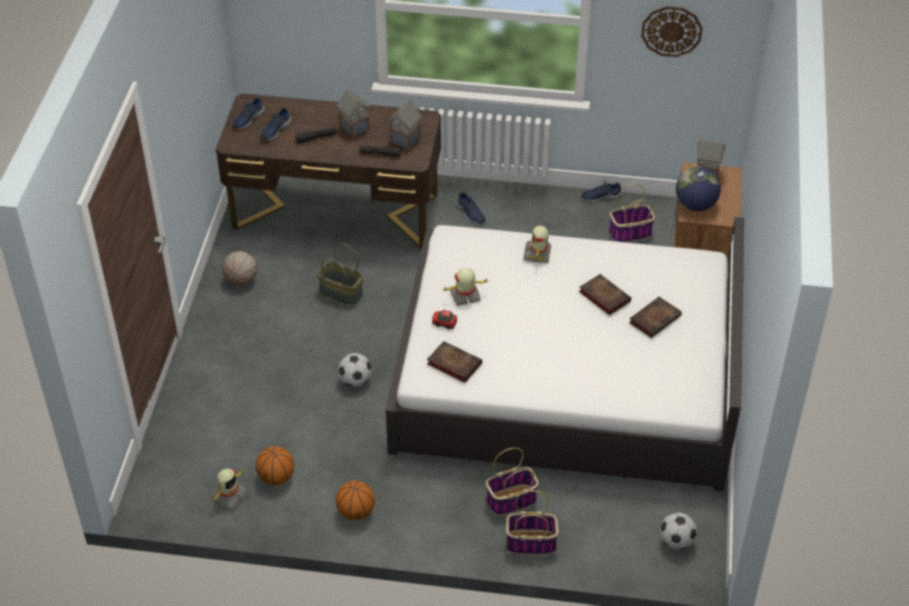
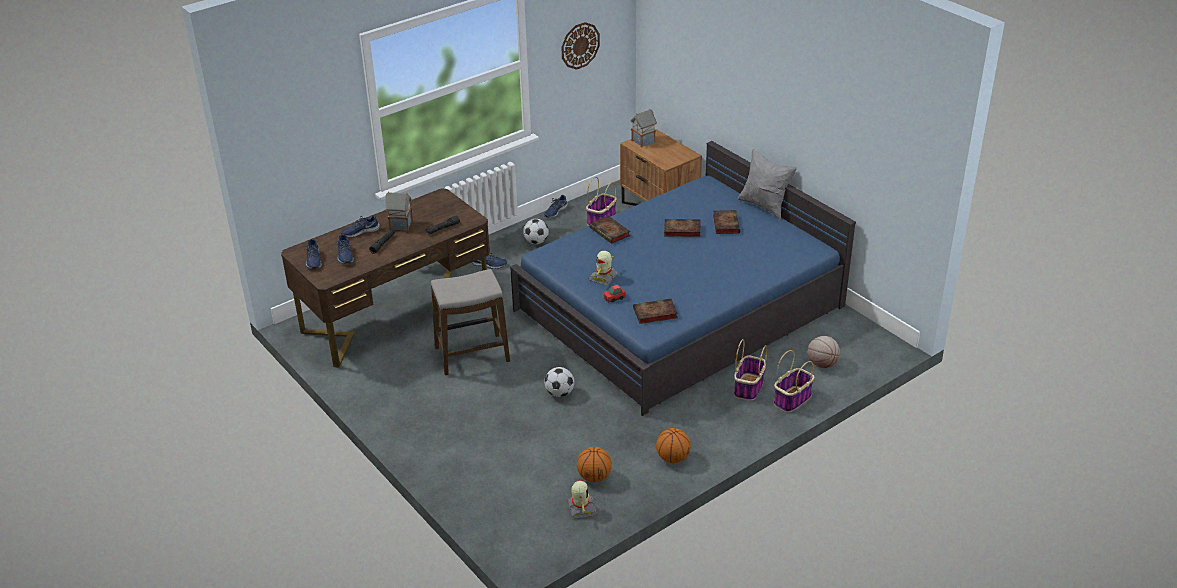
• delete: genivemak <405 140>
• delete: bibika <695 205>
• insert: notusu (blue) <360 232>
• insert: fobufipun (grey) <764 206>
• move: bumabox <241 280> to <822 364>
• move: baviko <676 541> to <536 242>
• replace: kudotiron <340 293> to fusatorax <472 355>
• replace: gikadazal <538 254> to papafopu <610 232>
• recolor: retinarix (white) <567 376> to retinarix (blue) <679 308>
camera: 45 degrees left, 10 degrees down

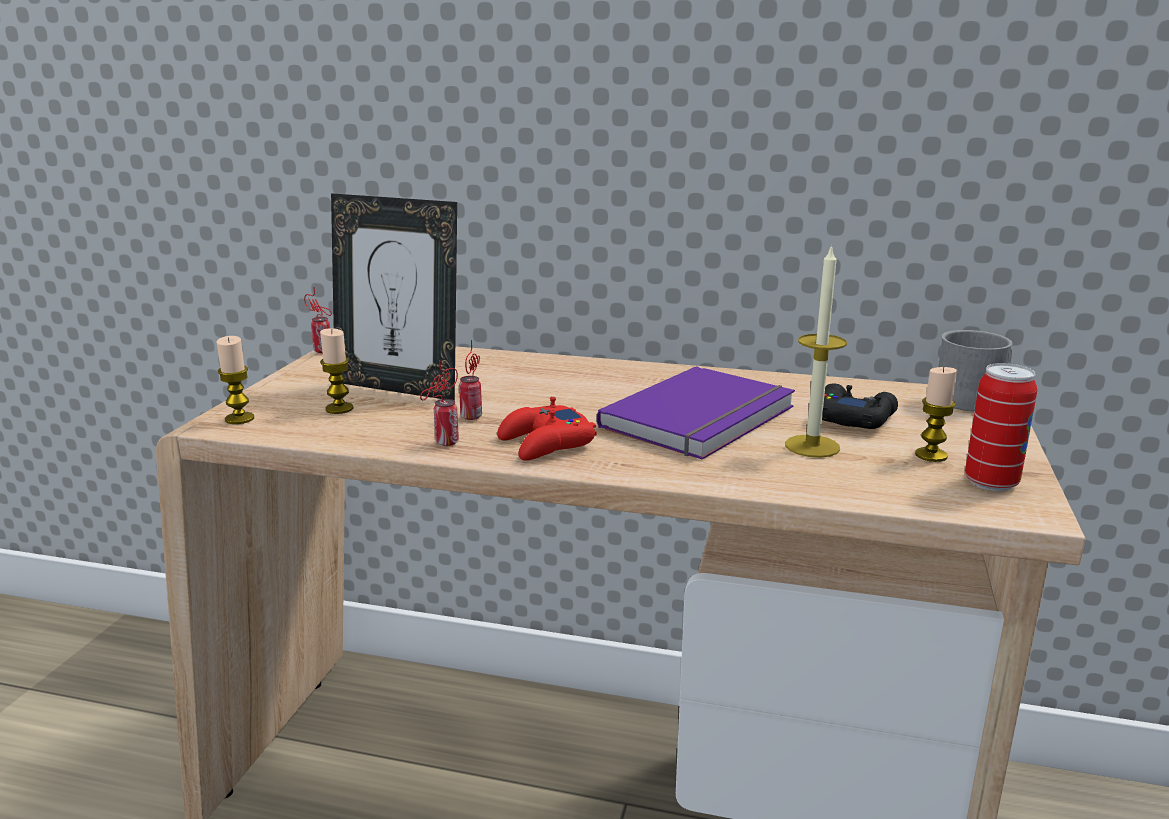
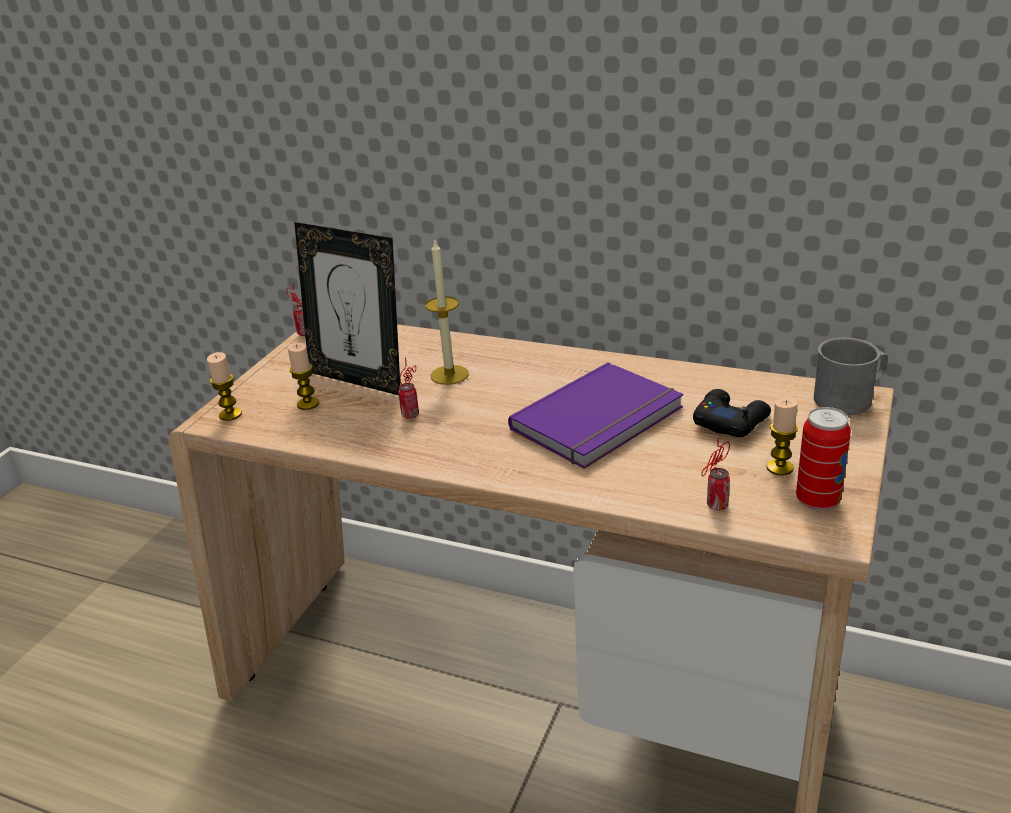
• delete: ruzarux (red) <545 443>
• move: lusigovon <444 444> to <715 507>
• move: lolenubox <812 446> to <449 375>
camera: 10 degrees right, 10 degrees up

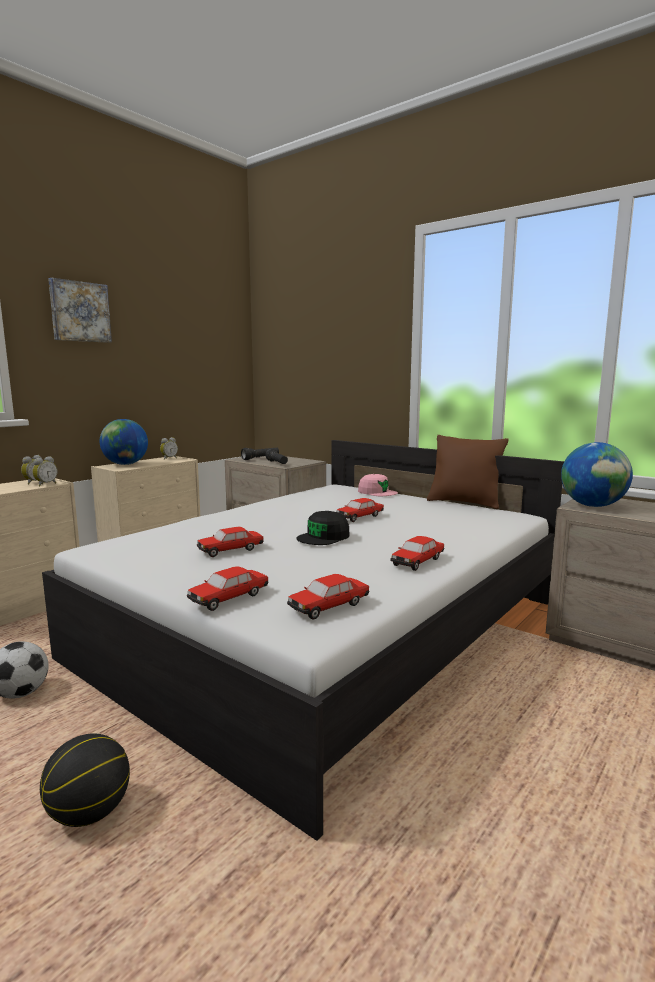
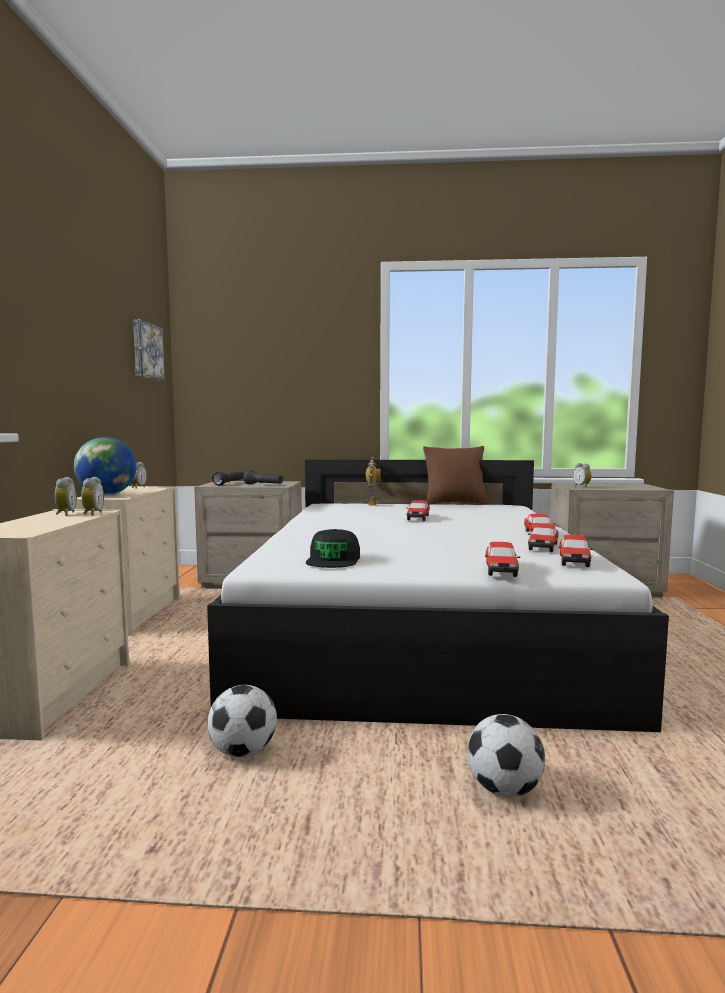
• move: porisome <79 312> to <146 351>
• move: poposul <230 550> to <543 546>
• move: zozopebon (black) <324 537> to <333 560>
• replace: bumabox <90 813> to baviko <504 789>
• replace: zozopebon (pink) <377 492> to gikadazal <372 504>
• replace: bibika <592 506> to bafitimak <582 487>
camera: 35 degrees left, 5 degrees down

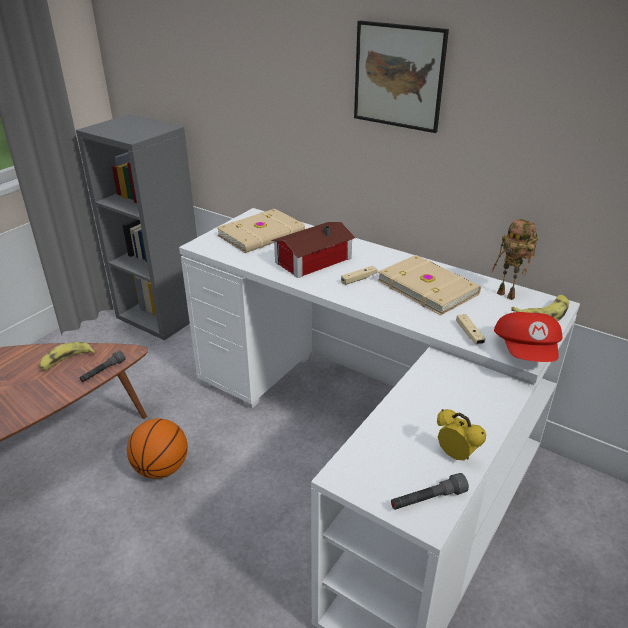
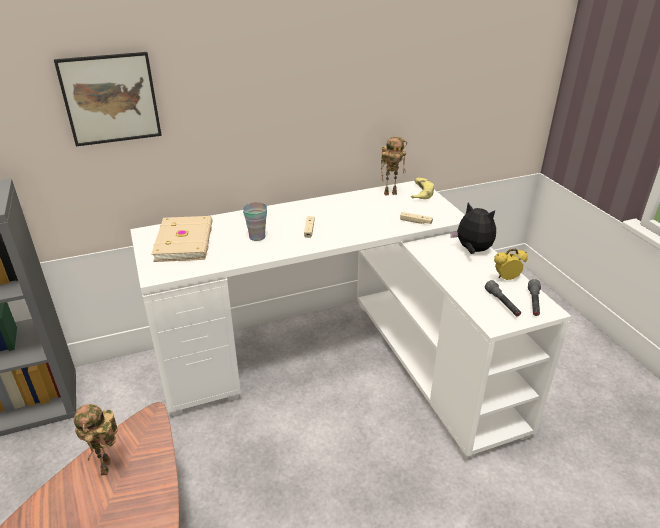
• delete: bumabox <161 468>
• delete: papafopu (beige) <428 287>
• delete: zozopebon (red) <526 352>
• insert: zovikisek <472 250>
• move: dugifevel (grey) <103 372> to <502 304>
• move: porisome <398 76> to <110 99>
• replace: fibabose <67 361> to gikadazal <108 468>
• replace: genivemak <310 260> to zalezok <257 237>
camera: 55 degrees left, 0 degrees up

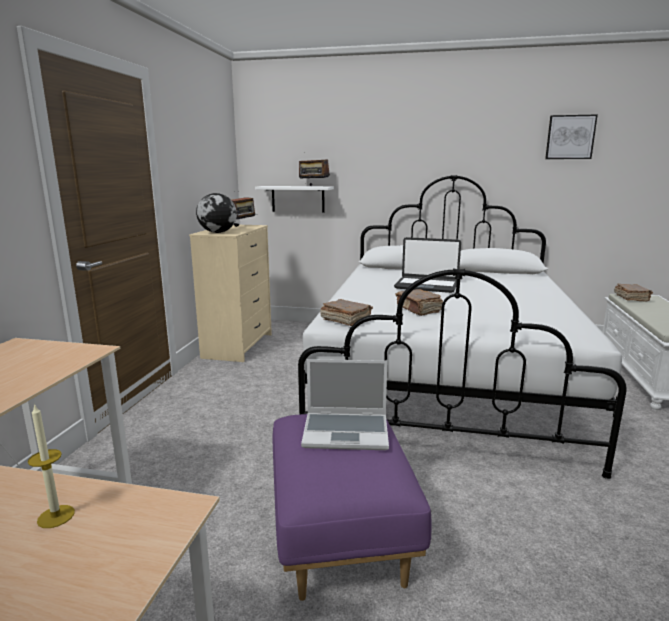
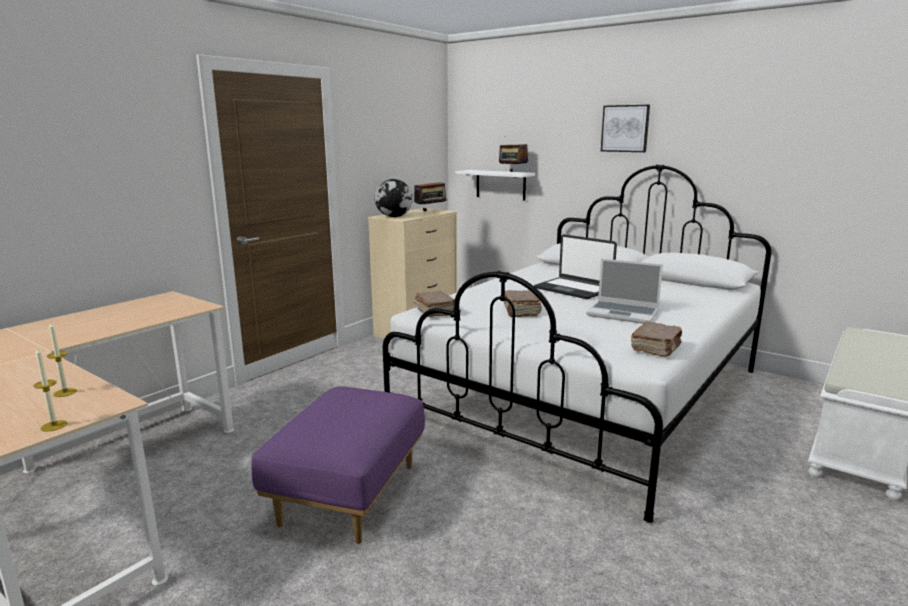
• insert: lolenubox <54 426>
• move: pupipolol <347 432> to <623 313>
• move: porisome <570 137> to <625 128>
• move: papafopu (brown) <631 298> to <656 348>
camera: 25 degrees right, 0 degrees up

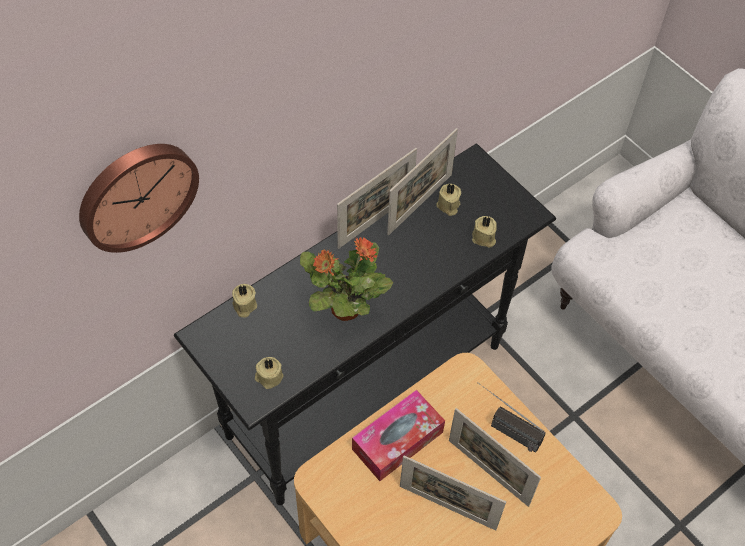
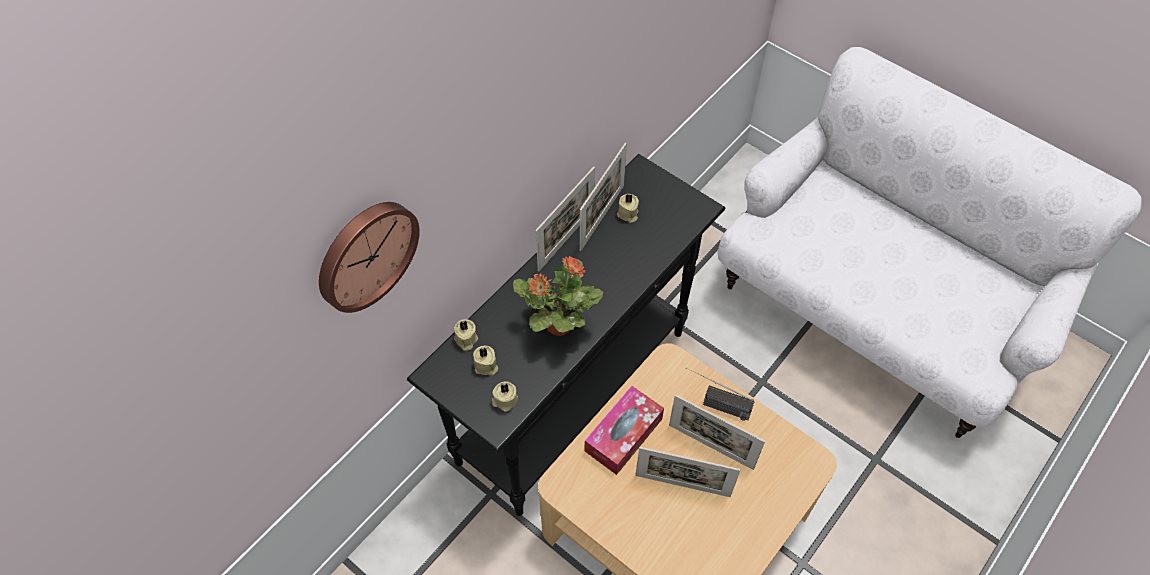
• move: lolenubox (beige) <483 238> to <486 366>
camera: 10 degrees left, 0 degrees up

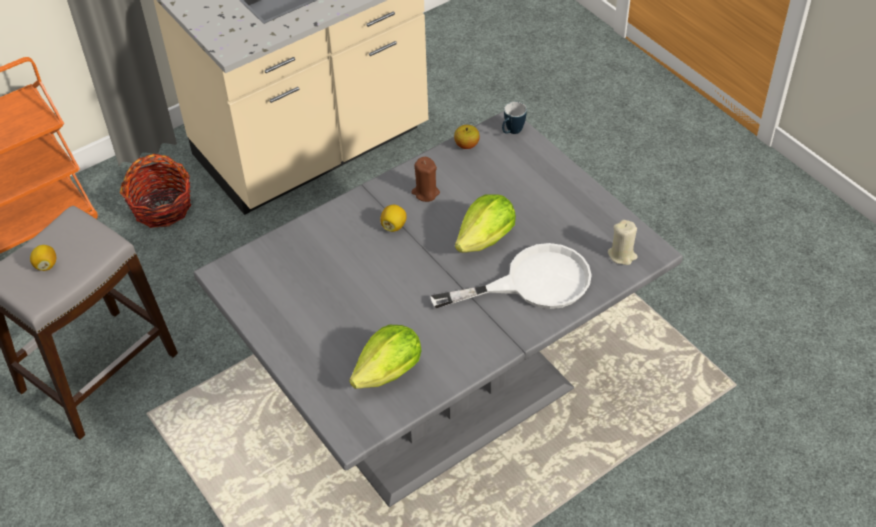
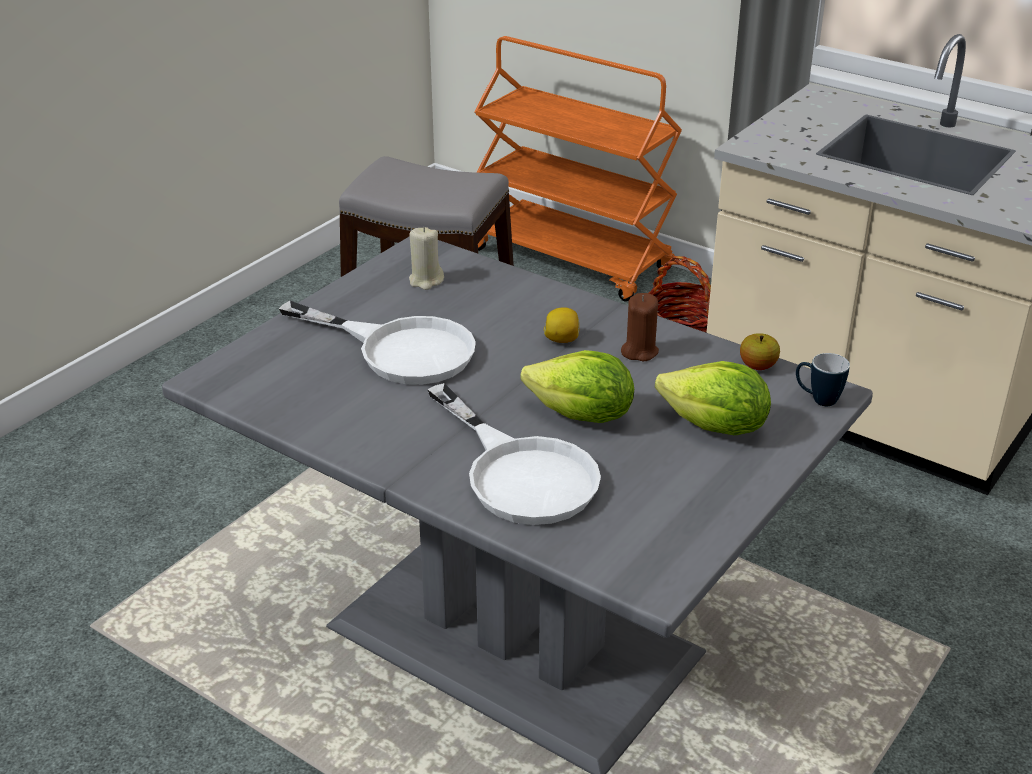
• delete: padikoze <46 265>
• insert: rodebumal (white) <399 349>
• move: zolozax <389 372> to <715 427>
• move: lolenubox (beige) <622 255> to <426 280>
camera: 70 degrees right, 15 degrees down

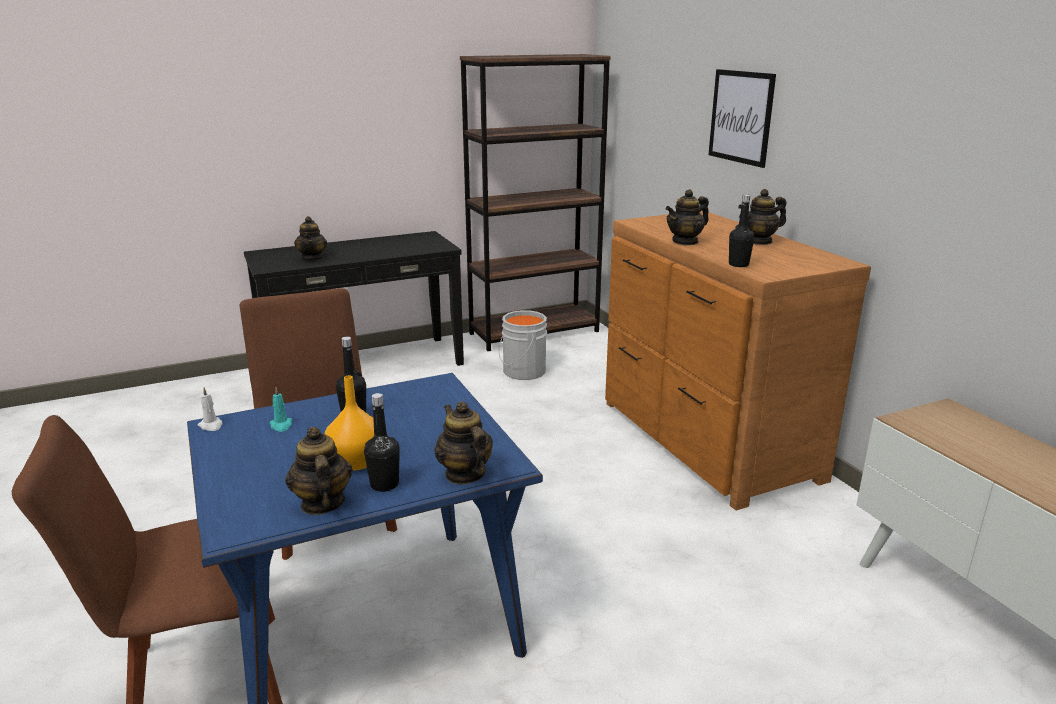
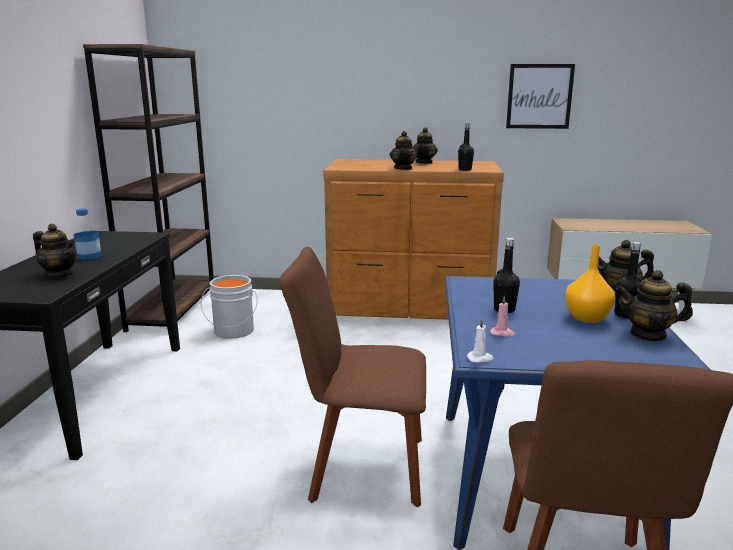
• insert: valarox <89 256>
• move: porisome <741 117> to <539 96>
• recolor: lolenubox (turquoise) <281 425> to lolenubox (pink) <502 333>
camera: 60 degrees left, 5 degrees down

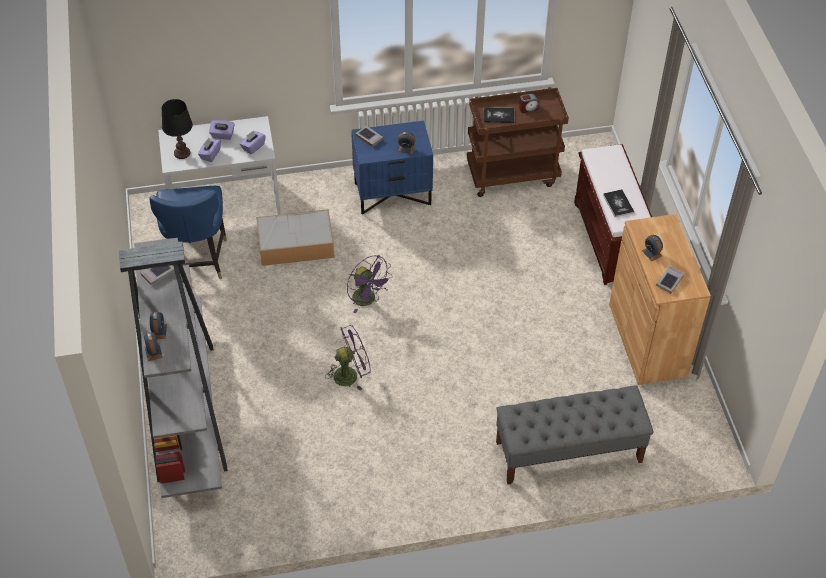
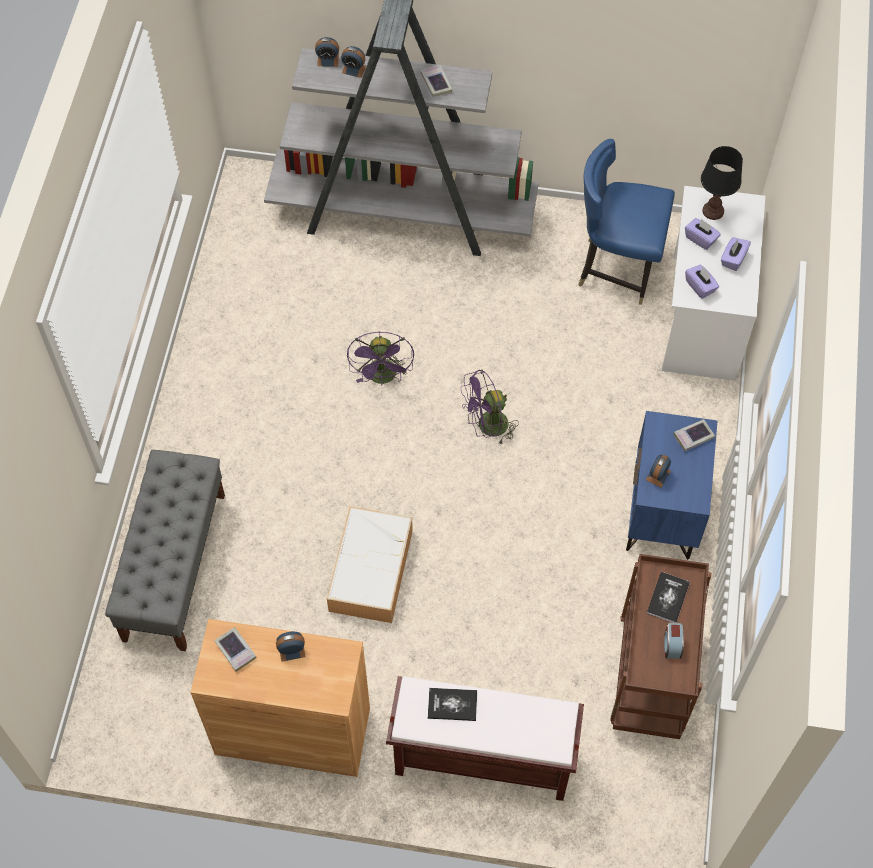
• move: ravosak <294 245> to <371 569>
camera: 110 degrees right, 10 degrees up

